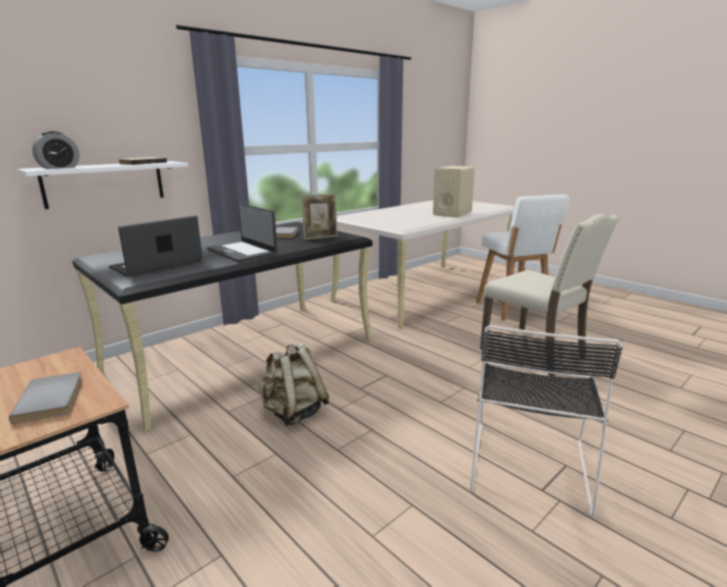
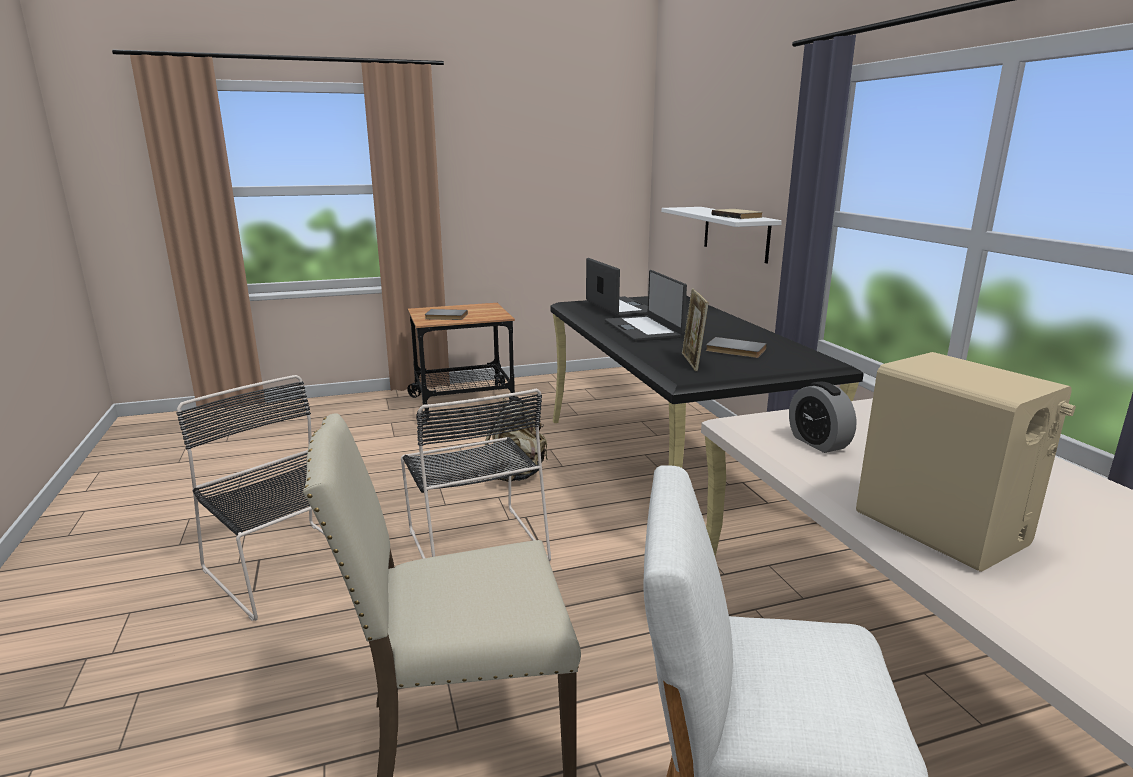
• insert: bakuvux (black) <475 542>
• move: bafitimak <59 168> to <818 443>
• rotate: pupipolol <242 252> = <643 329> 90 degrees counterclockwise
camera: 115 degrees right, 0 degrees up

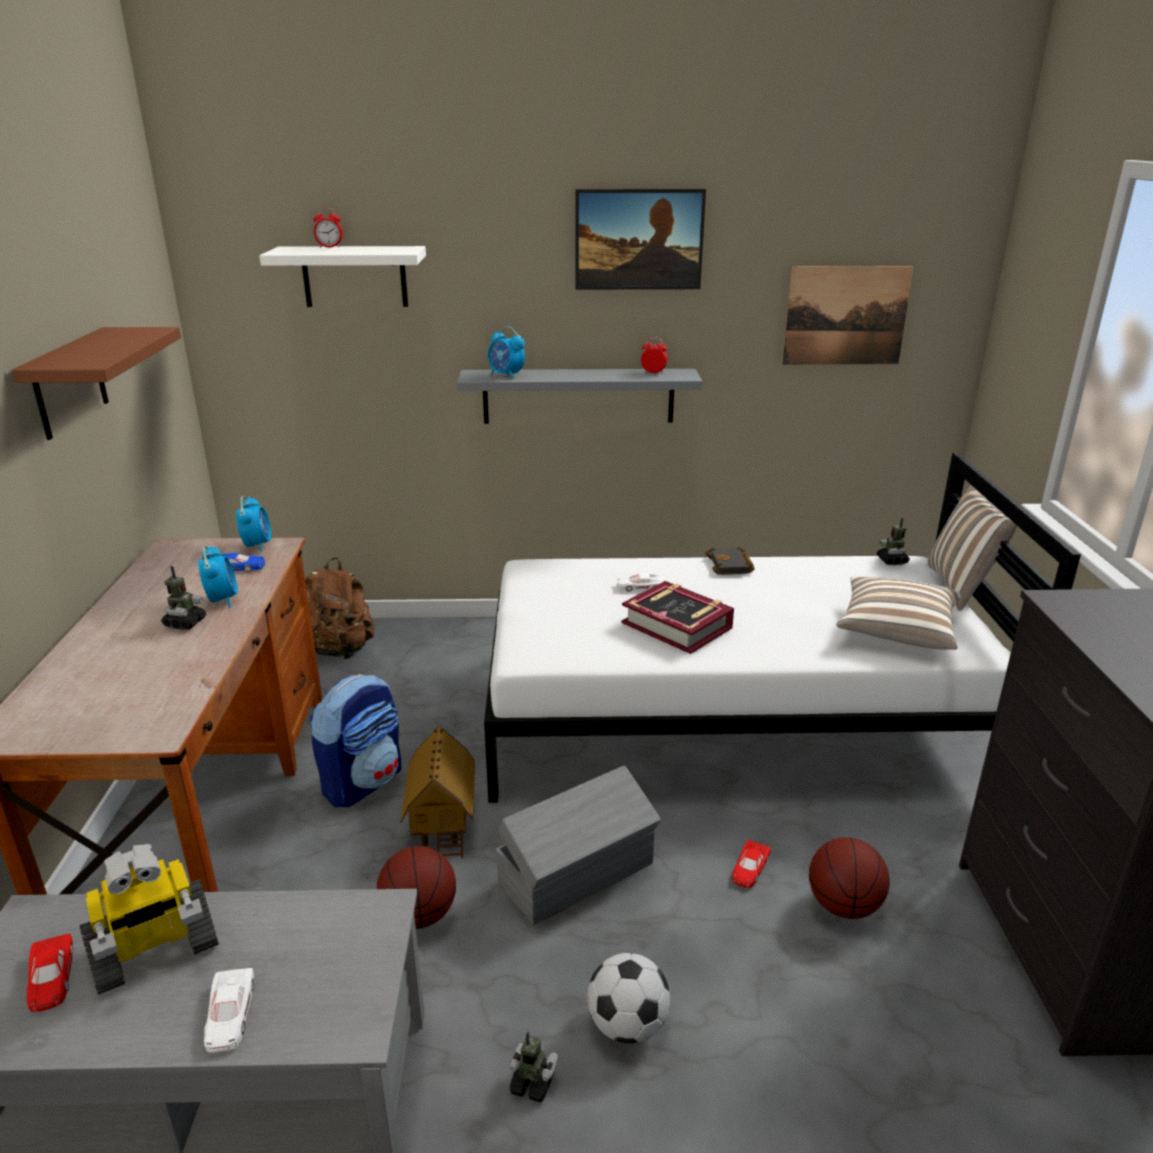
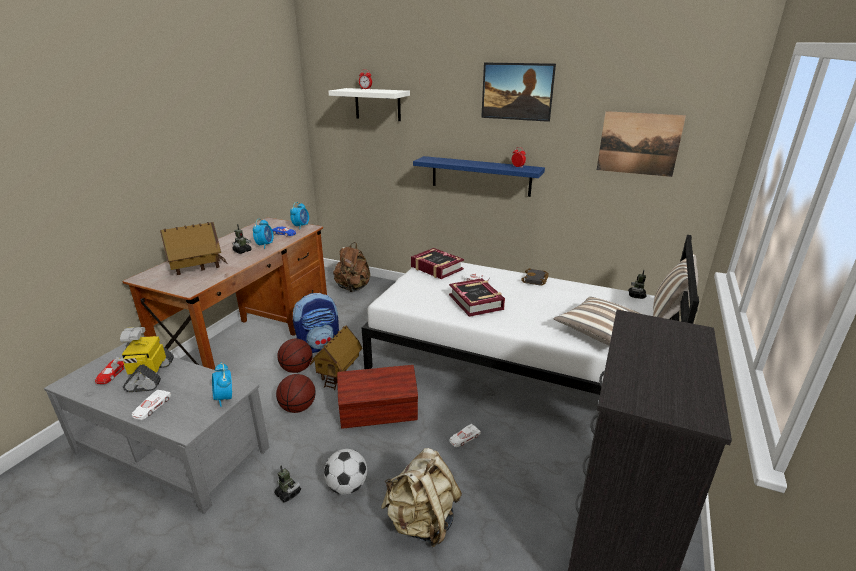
• delete: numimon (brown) <69 383>
• insert: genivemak <197 269>
• insert: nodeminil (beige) <422 522>
• insert: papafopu <436 268>
• move: bafitimak <506 375> to <225 398>
• move: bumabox <843 906> to <297 369>
• recolor: numimon (grey) <578 396> to numimon (blue) <480 176>
• recolor: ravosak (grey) <579 874> to ravosak (brown) <379 413>
• recolor: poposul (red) <749 868> to poposul (white) <464 438>
• rotate: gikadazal <154 951> = <149 376> 90 degrees clockwise
camera: 25 degrees right, 0 degrees up

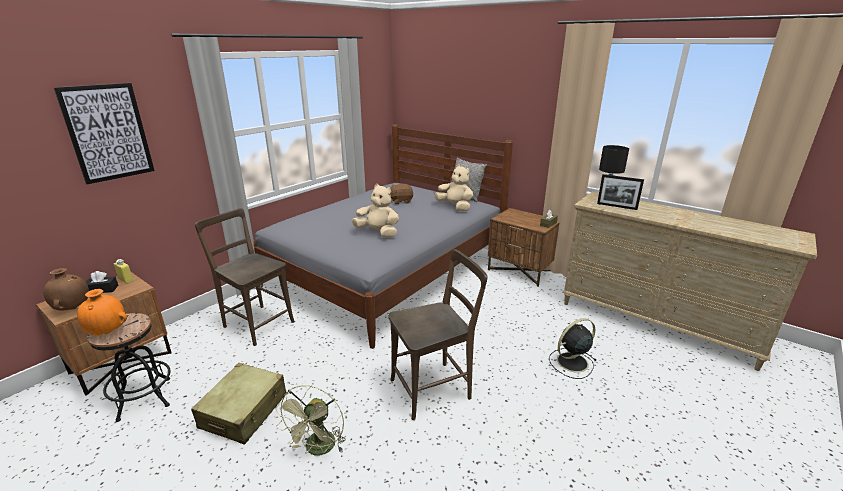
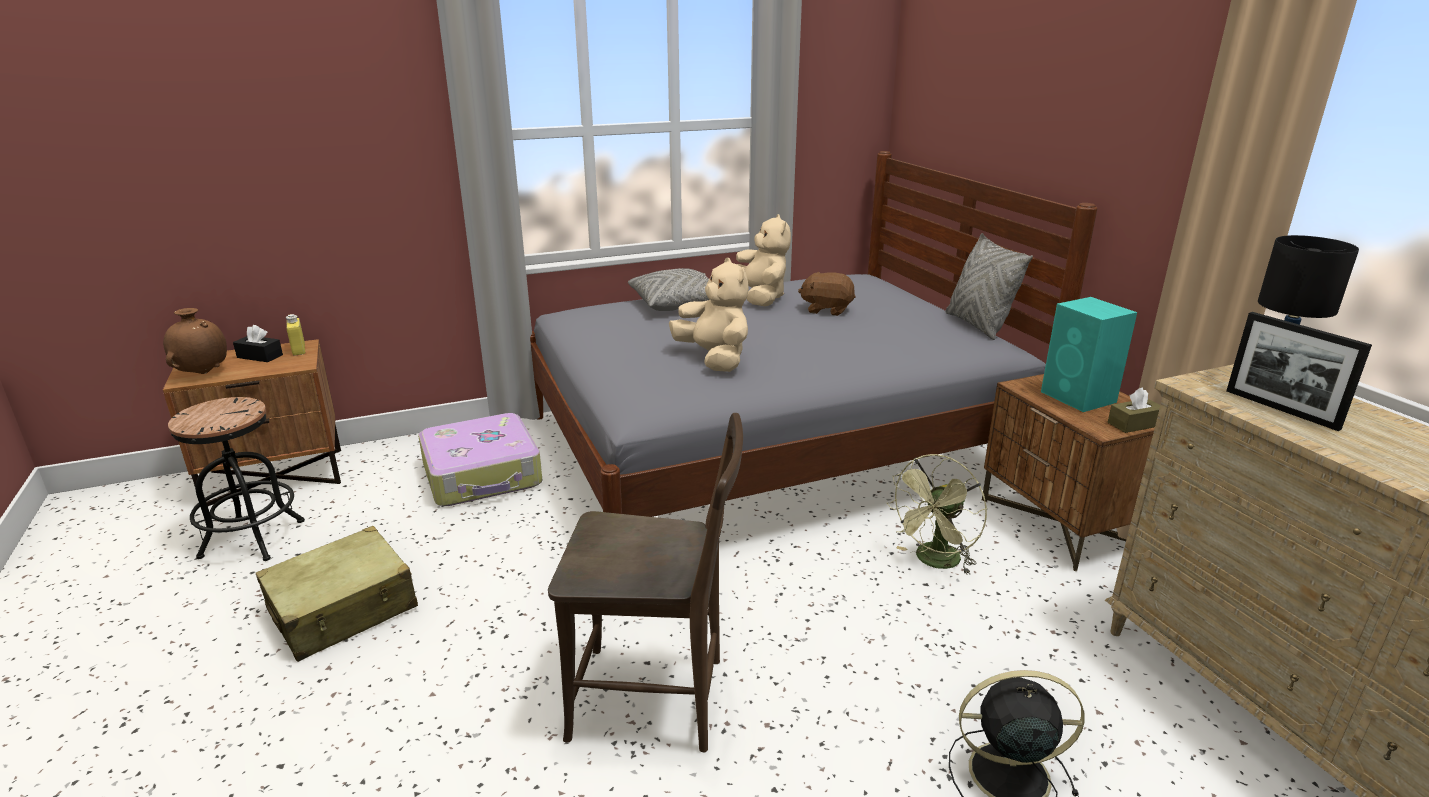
• delete: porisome <108 132>
• delete: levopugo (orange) <108 332>
• insert: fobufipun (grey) <678 304>
• insert: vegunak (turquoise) <1079 397>
• move: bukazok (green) <318 450> to <934 562>
• move: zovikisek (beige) <455 207> to <760 298>
• replace: bakuvux (brown) <256 323> to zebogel <483 475>
camera: 30 degrees right, 0 degrees up

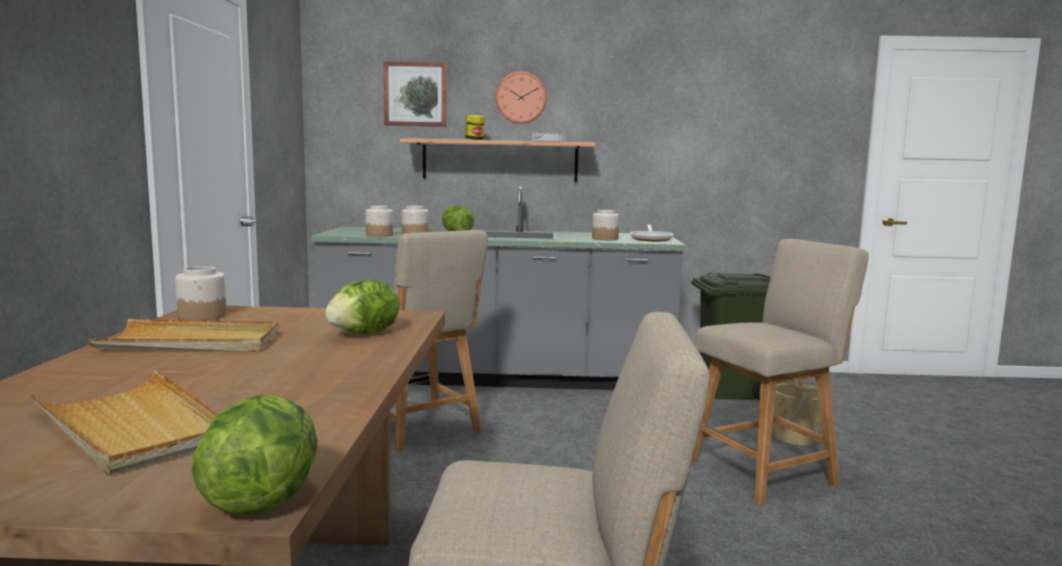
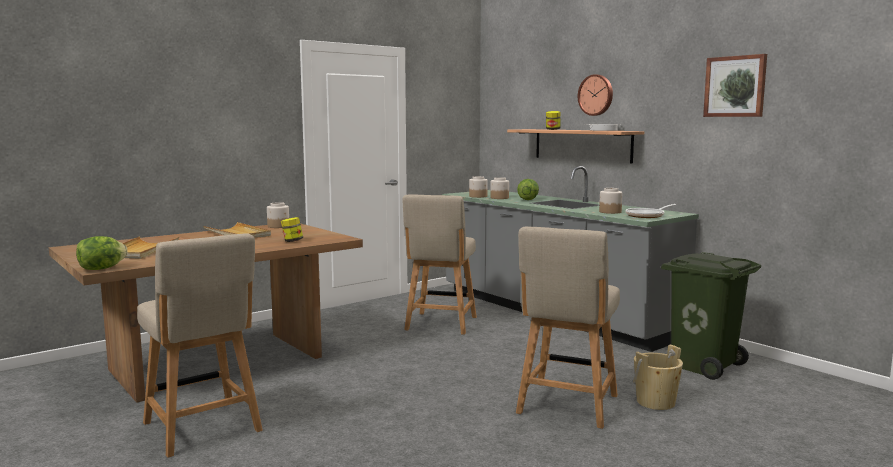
• move: porisome <416 94> to <735 86>
• replace: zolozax <363 334> to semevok <292 241>
• rotate: bakuvux (beige) <766 472> = <566 406> 90 degrees clockwise
camera: 50 degrees right, 0 degrees up

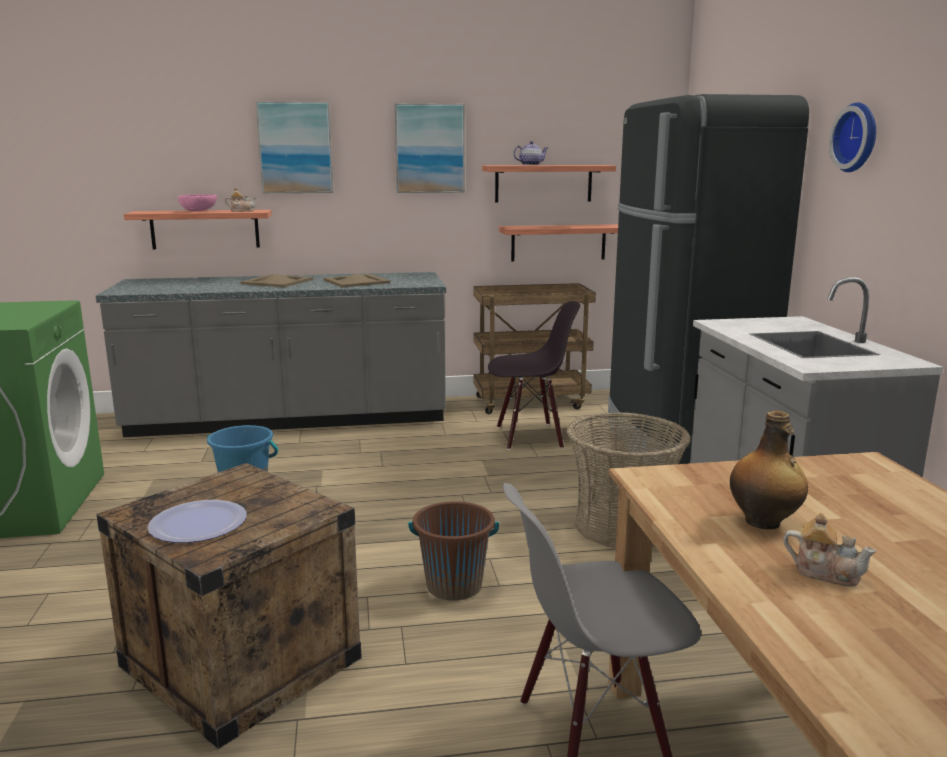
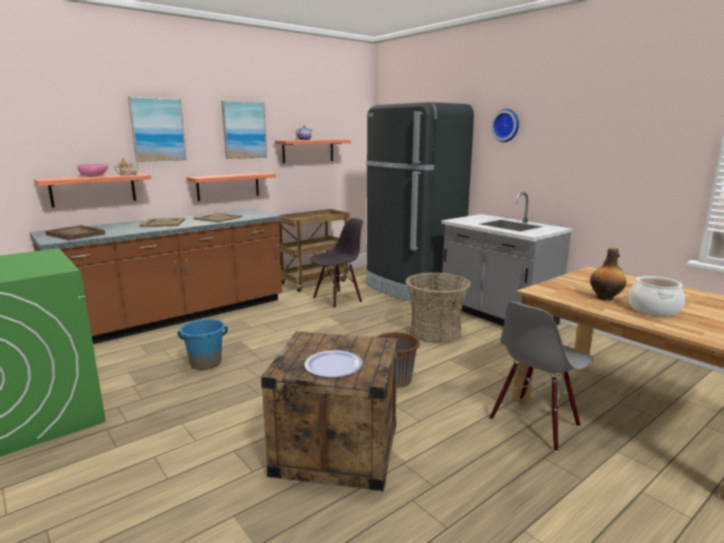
• insert: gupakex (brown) <76 234>
• move: numimon <558 242> to <228 186>
• replace: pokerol <825 572> to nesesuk <653 310>
• recolor: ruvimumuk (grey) <289 419> to ruvimumuk (brown) <176 317>
camera: 30 degrees left, 0 degrees up

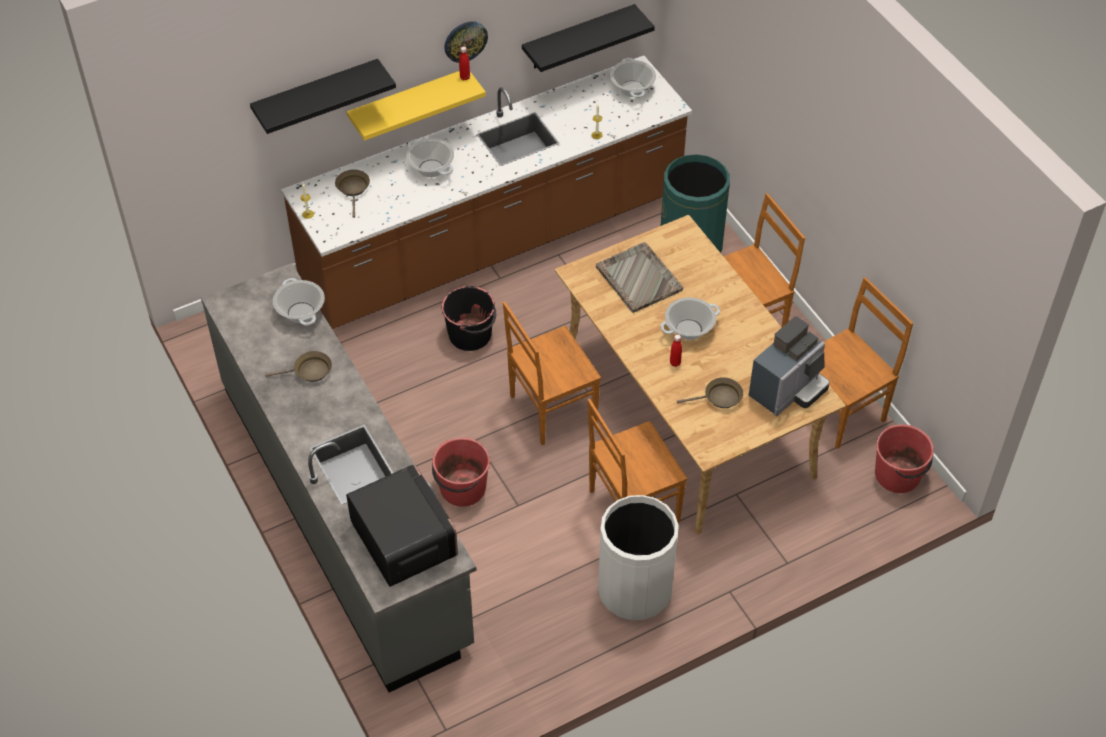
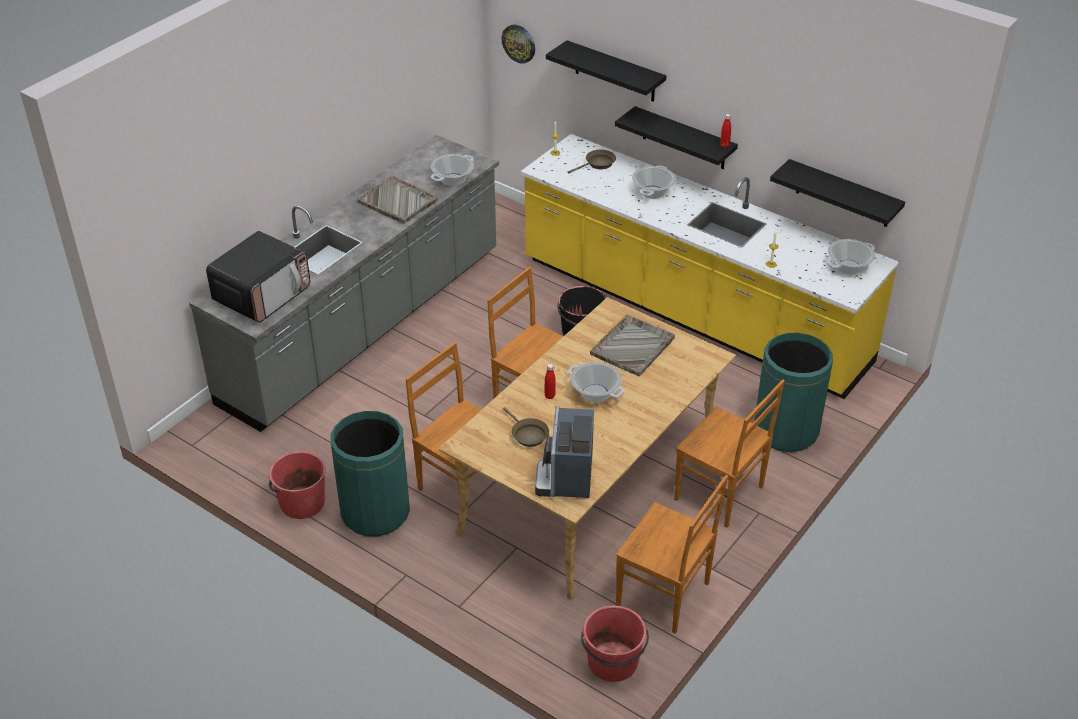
• move: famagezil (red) <462 488> to <301 502>
• move: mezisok <465 41> to <519 43>
• replace: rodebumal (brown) <309 371> to gupakex (grey) <398 202>
• recolor: ruvimumuk (brown) <494 241> to ruvimumuk (yellow) <692 312>
• recolor: numimon (yellow) <408 103> to numimon (black) <684 139>
• recolor: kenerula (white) <634 590> to kenerula (green) <375 512>
• rotate: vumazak <788 390> = <567 477> 75 degrees clockwise
camera: 65 degrees right, 10 degrees down

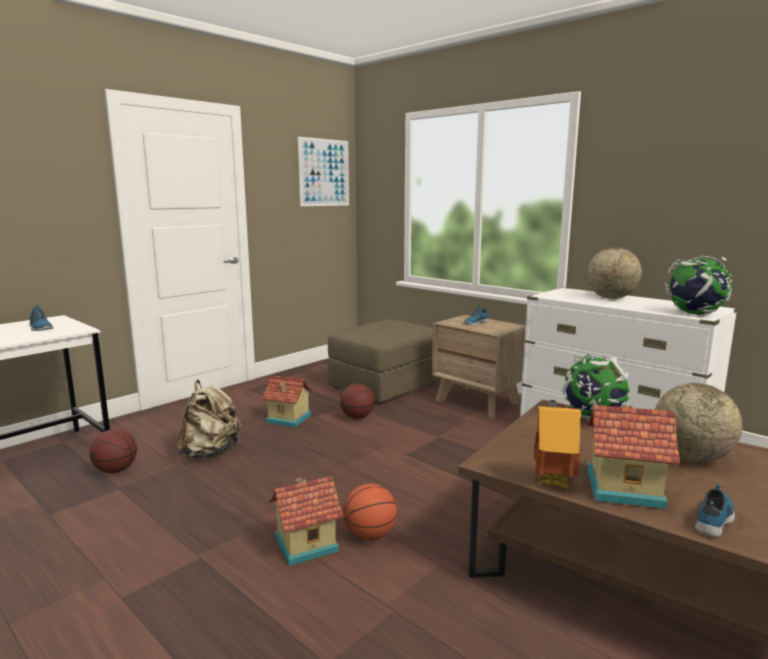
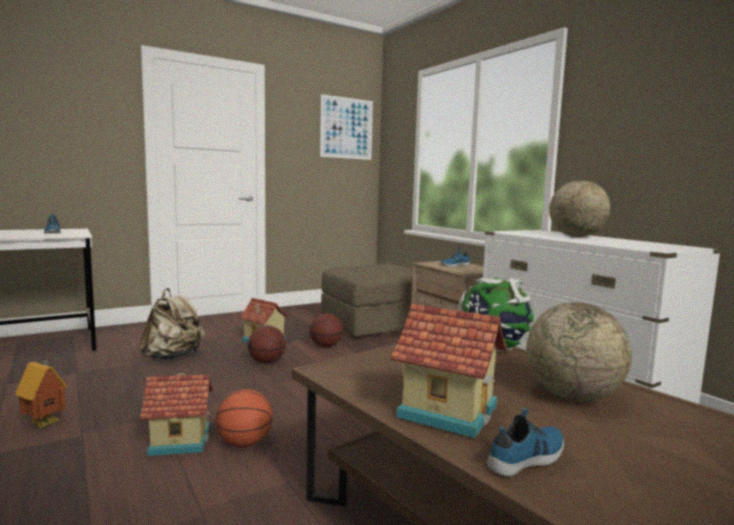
• delete: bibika <694 314>
• move: bumabox <116 470> to <266 362>
• move: genivemak <552 482> to <46 423>
camera: 15 degrees right, 5 degrees down

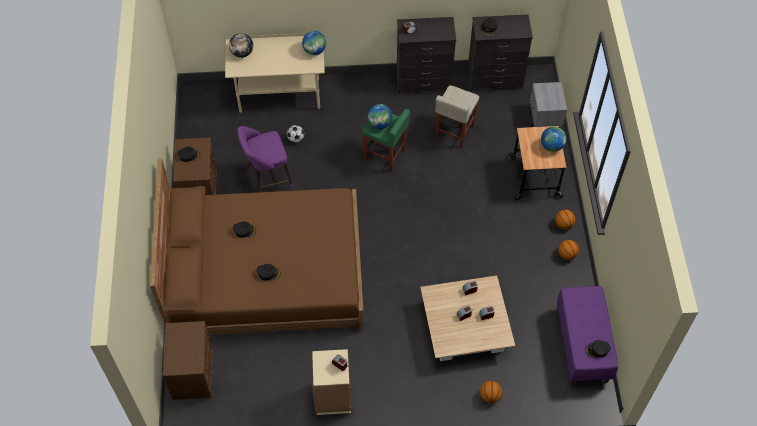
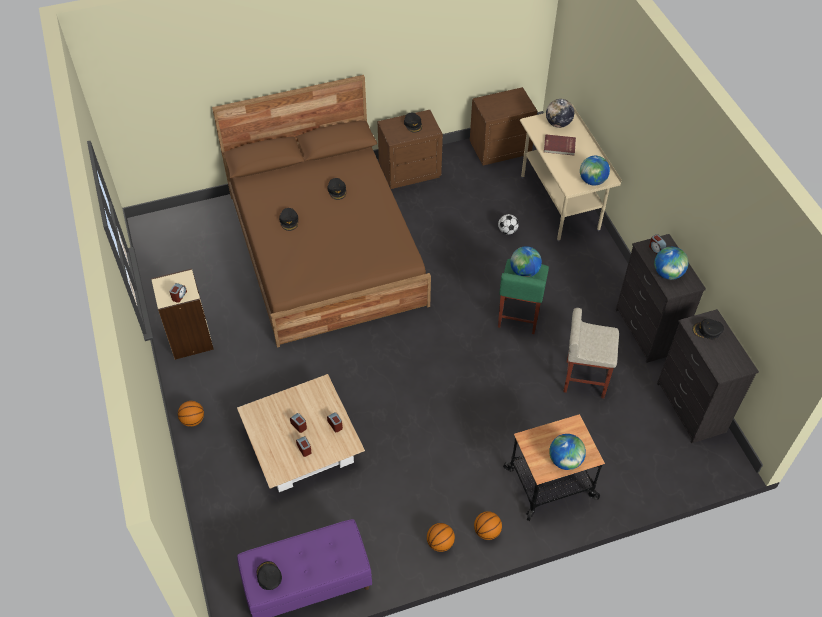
• delete: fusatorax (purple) <267 179>
• delete: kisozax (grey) <545 119>
• insert: papafopu (red) <559 146>
• insert: bibika <667 273>
• move: kisozax (brown) <192 374> to <500 148>
• move: bumabox <490 396> to <193 420>
camera: 75 degrees right, 5 degrees down

